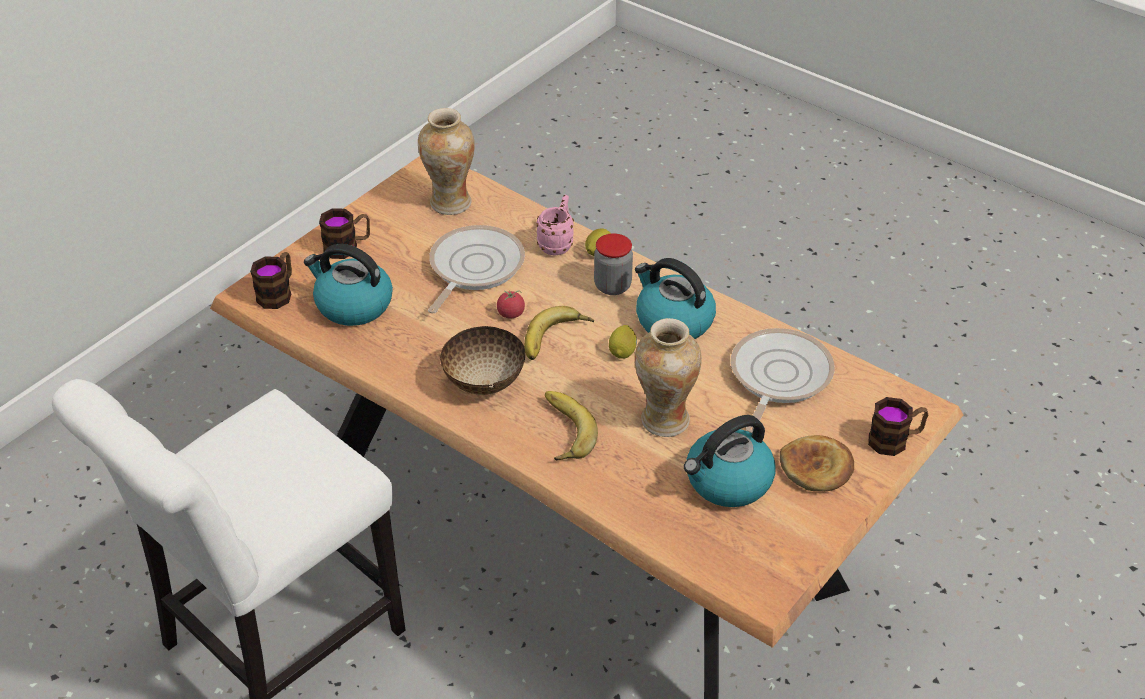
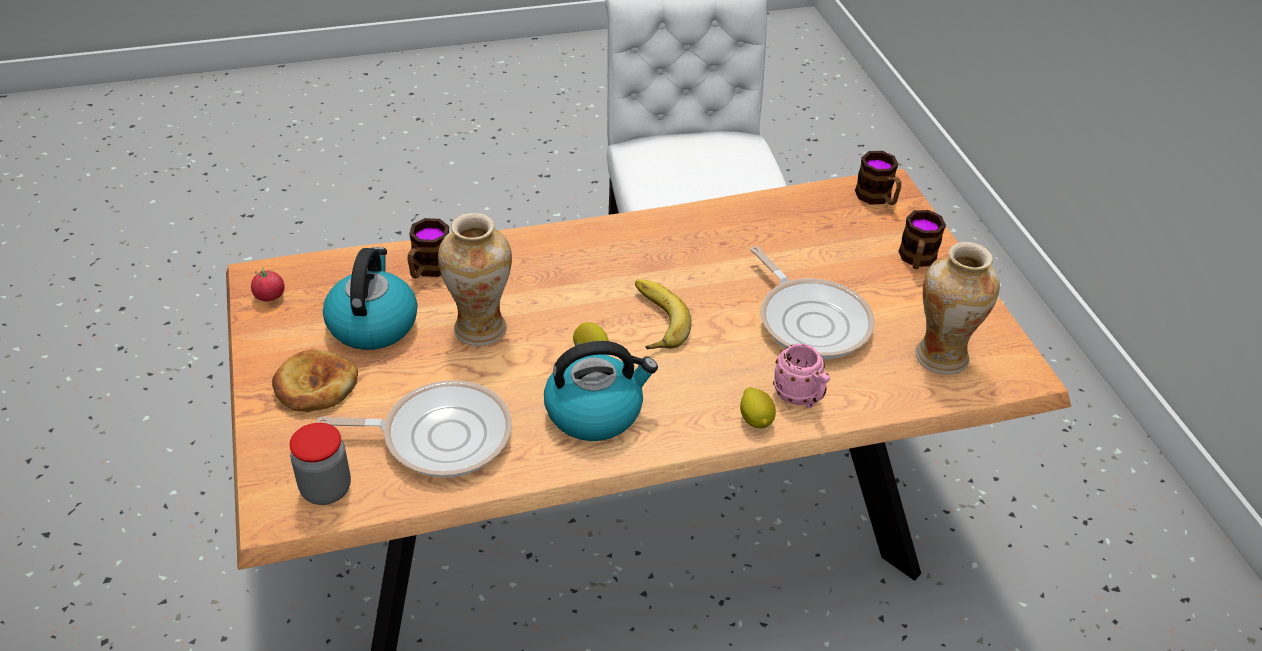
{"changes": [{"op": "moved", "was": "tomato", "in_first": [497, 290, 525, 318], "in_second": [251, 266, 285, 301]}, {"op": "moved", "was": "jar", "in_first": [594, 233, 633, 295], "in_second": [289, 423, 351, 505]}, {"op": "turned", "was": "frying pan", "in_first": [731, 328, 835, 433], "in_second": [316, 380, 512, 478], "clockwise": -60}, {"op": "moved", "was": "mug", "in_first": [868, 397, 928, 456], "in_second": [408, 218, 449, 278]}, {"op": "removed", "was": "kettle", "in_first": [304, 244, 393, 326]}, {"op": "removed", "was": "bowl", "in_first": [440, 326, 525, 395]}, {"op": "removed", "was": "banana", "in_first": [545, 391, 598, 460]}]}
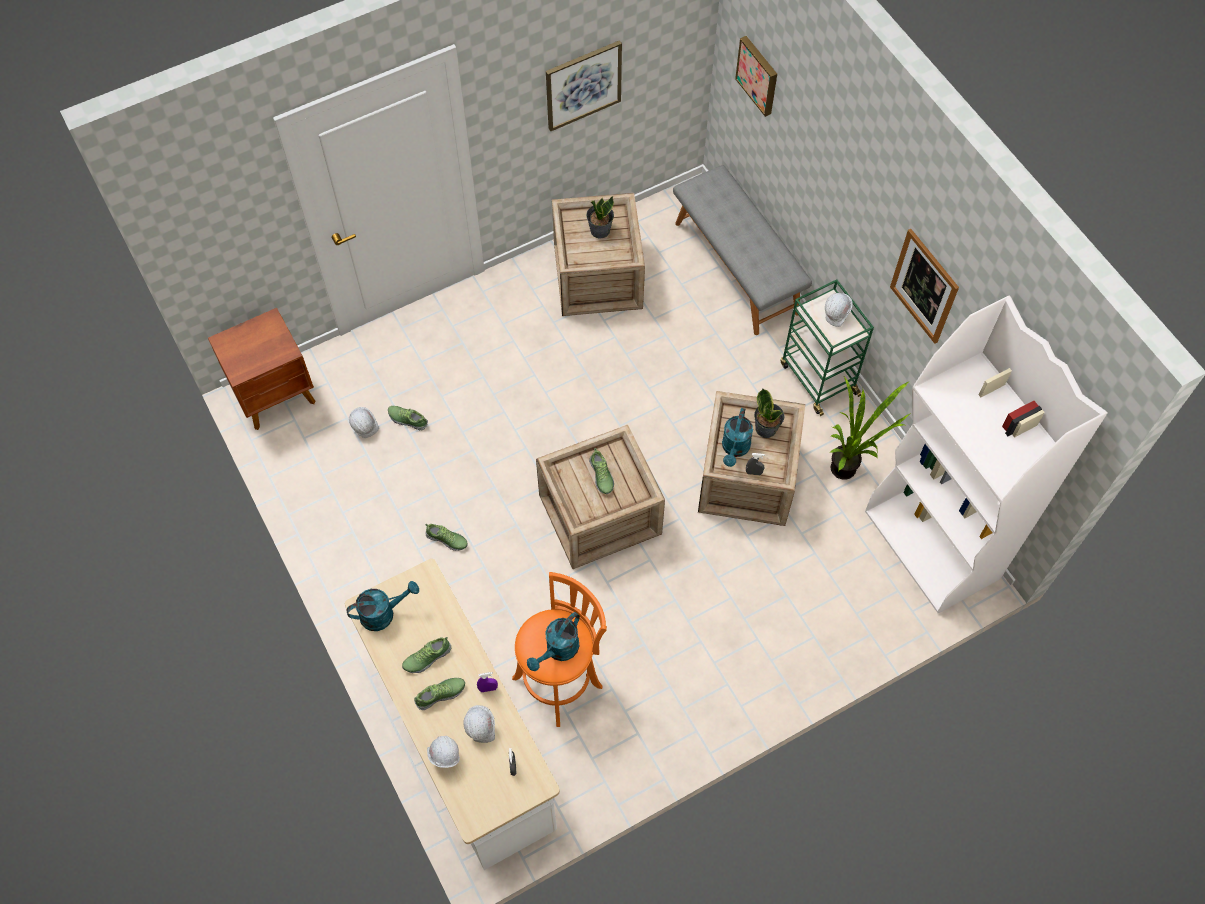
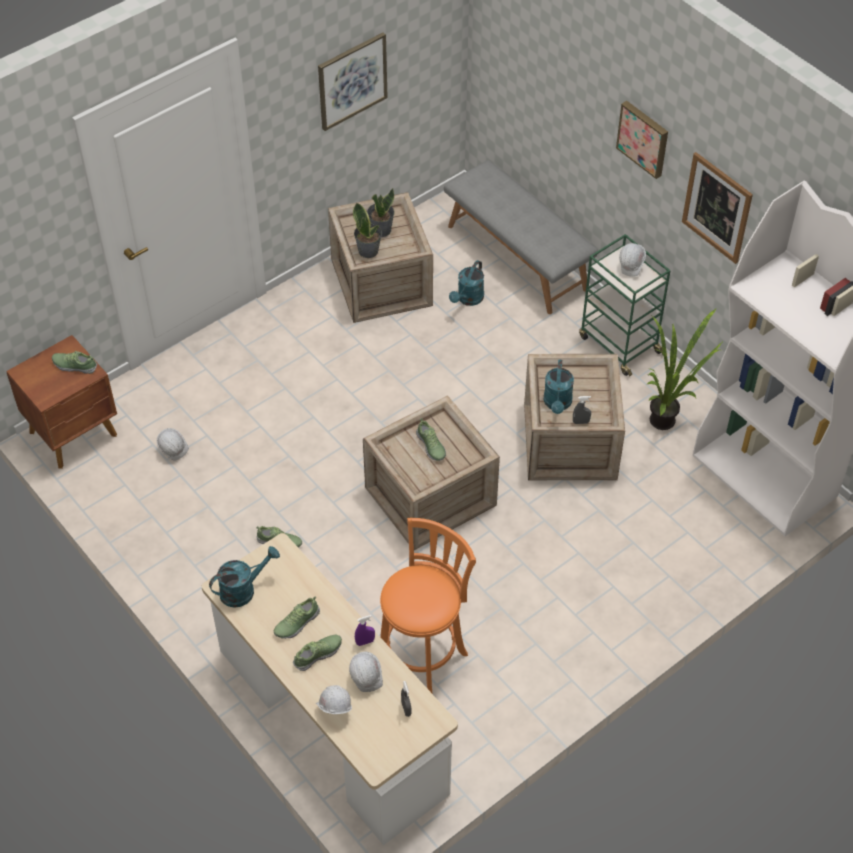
{"changes": [{"op": "moved", "was": "shoe", "in_first": [388, 406, 428, 430], "in_second": [52, 351, 97, 374]}, {"op": "moved", "was": "potted plant", "in_first": [754, 389, 784, 438], "in_second": [353, 202, 382, 258]}, {"op": "moved", "was": "turquoise watering can", "in_first": [527, 612, 580, 671], "in_second": [449, 260, 484, 306]}, {"op": "moved", "was": "picture", "in_first": [735, 36, 777, 117], "in_second": [616, 101, 668, 179]}]}
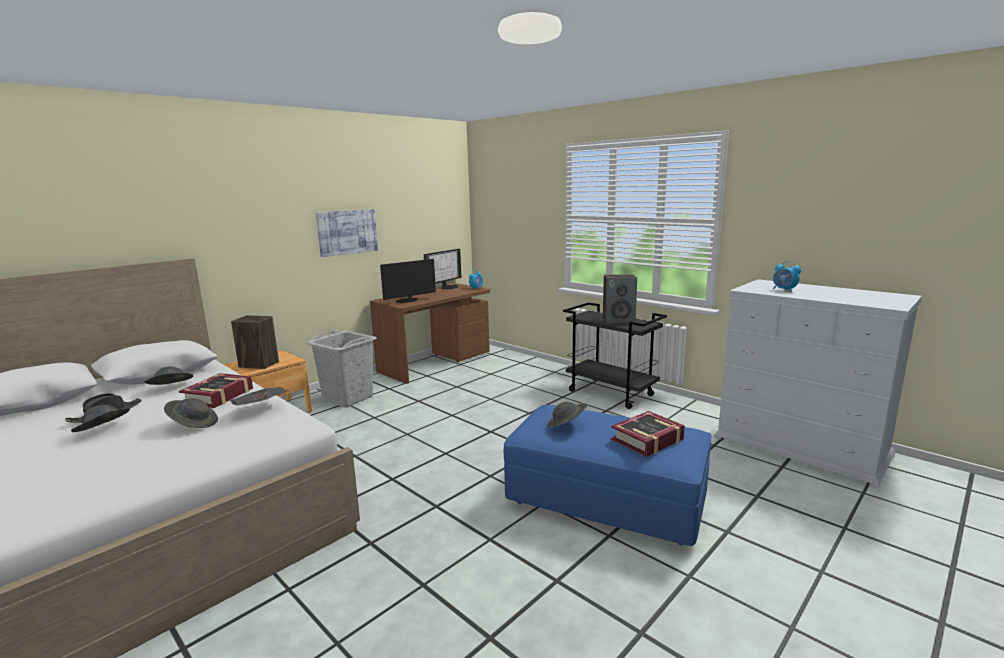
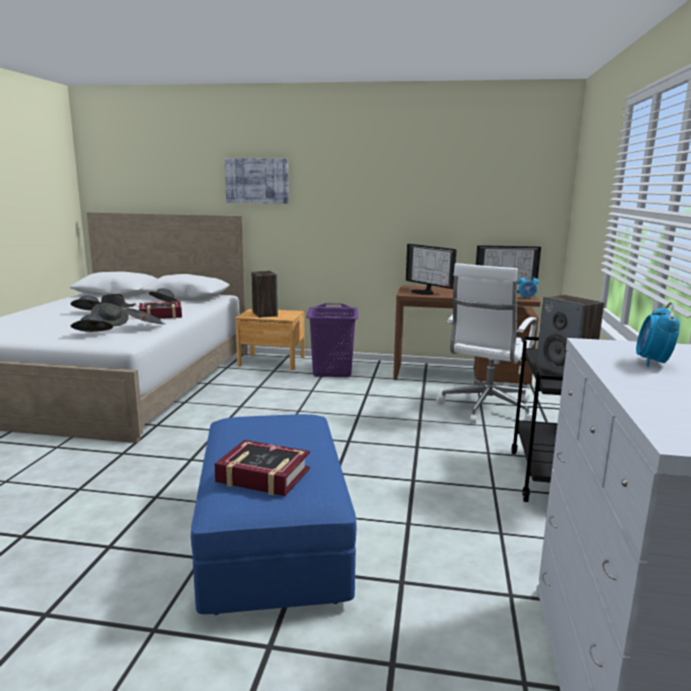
{"changes": [{"op": "moved", "was": "grey hat", "in_first": [547, 402, 587, 428], "in_second": [71, 314, 113, 332]}, {"op": "moved", "was": "picture", "in_first": [316, 209, 378, 257], "in_second": [225, 158, 289, 204]}, {"op": "recoloured", "was": "grey laundry basket", "now": "purple laundry basket", "in_first": [307, 330, 377, 407], "in_second": [306, 303, 358, 377]}, {"op": "turned", "was": "monitor", "in_first": [380, 259, 436, 303], "in_second": [406, 244, 457, 295], "clockwise": -150}, {"op": "added", "now": "white office chair", "in_second": [436, 263, 537, 424]}]}
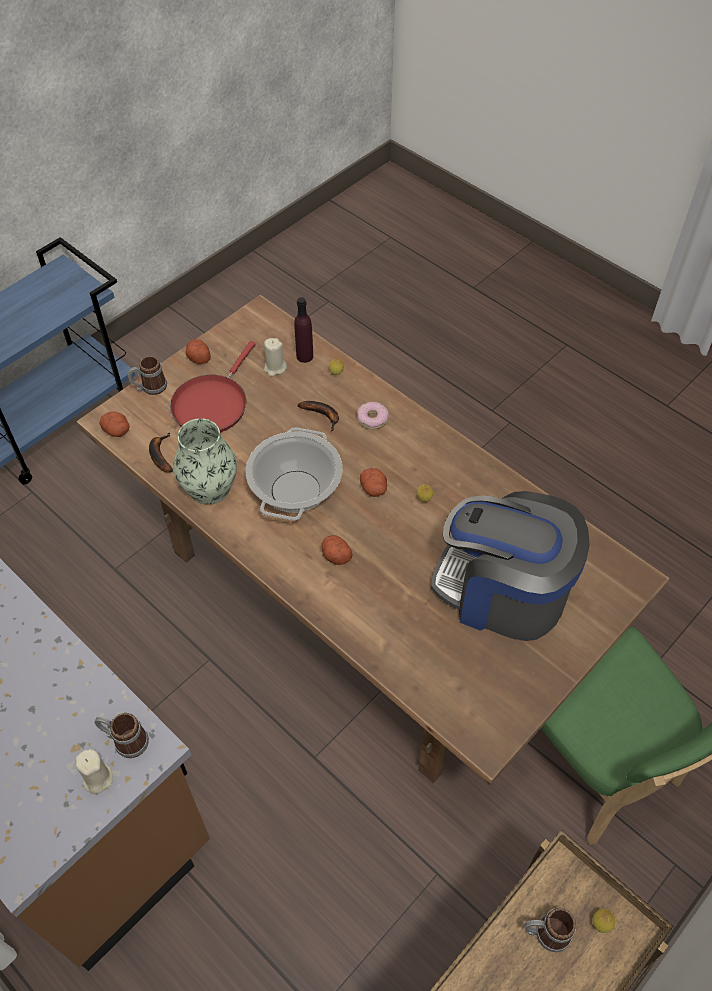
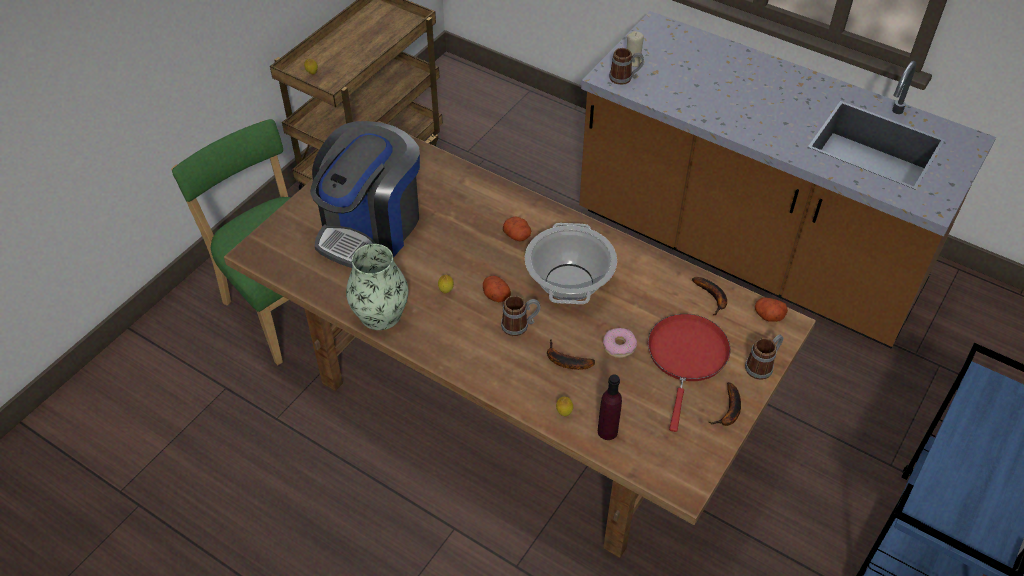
{"changes": [{"op": "turned", "was": "coffee machine", "in_first": [431, 491, 590, 641], "in_second": [310, 121, 420, 268], "clockwise": 105}, {"op": "moved", "was": "vase", "in_first": [173, 418, 237, 505], "in_second": [346, 244, 408, 330]}, {"op": "moved", "was": "mug", "in_first": [524, 908, 576, 952], "in_second": [501, 295, 540, 336]}, {"op": "moved", "was": "donut", "in_first": [357, 402, 389, 429], "in_second": [603, 328, 637, 358]}, {"op": "replaced", "was": "potato", "now": "banana", "in_first": [186, 339, 211, 364], "in_second": [708, 382, 741, 426]}, {"op": "removed", "was": "beige candle", "in_first": [264, 338, 287, 377]}]}
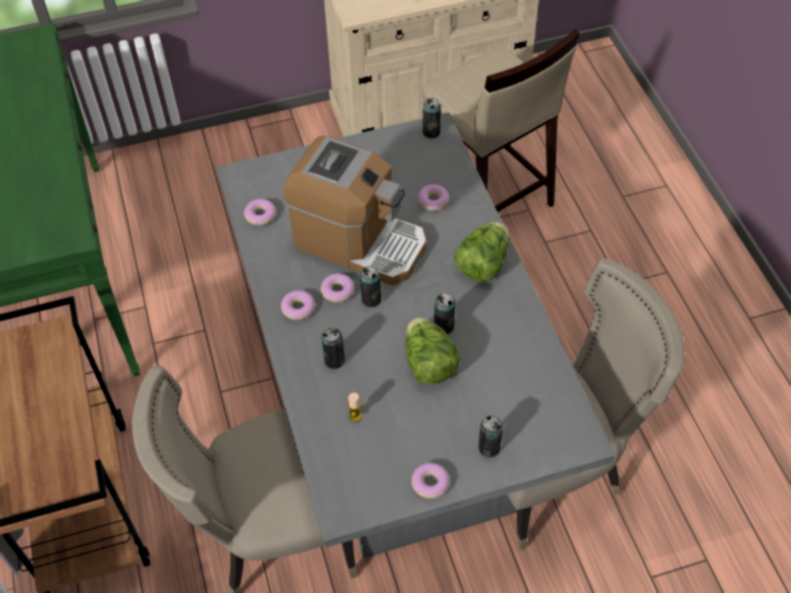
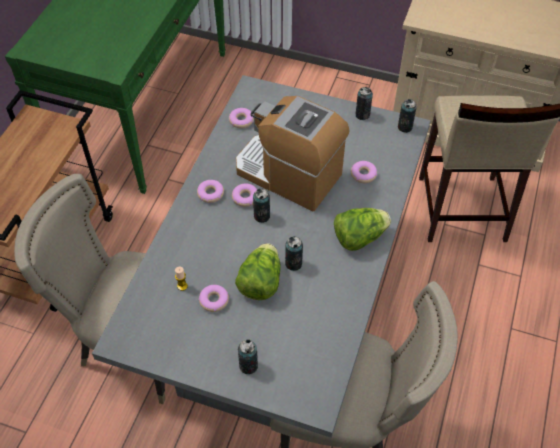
{"changes": [{"op": "moved", "was": "donut", "in_first": [411, 463, 450, 499], "in_second": [199, 285, 229, 312]}, {"op": "turned", "was": "coffee machine", "in_first": [283, 136, 427, 286], "in_second": [236, 96, 349, 211], "clockwise": 150}, {"op": "moved", "was": "can", "in_first": [321, 327, 345, 369], "in_second": [355, 87, 373, 120]}]}
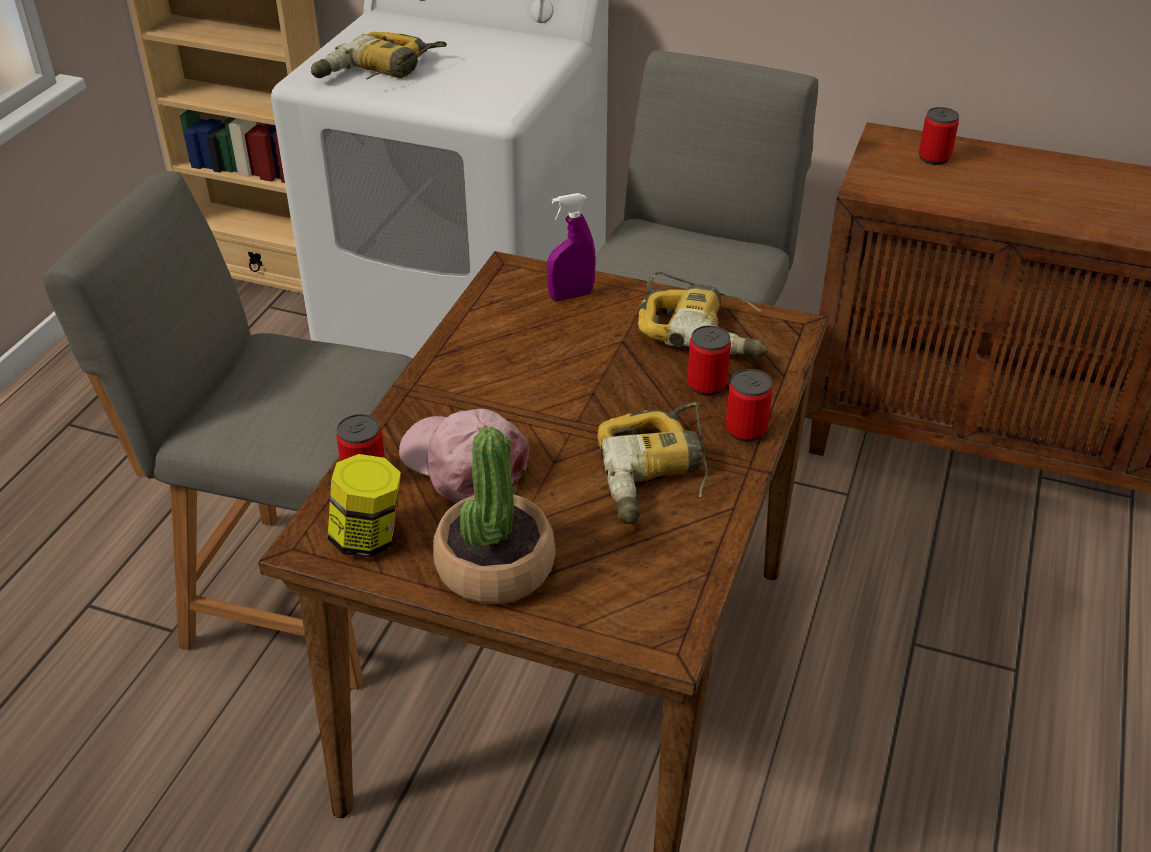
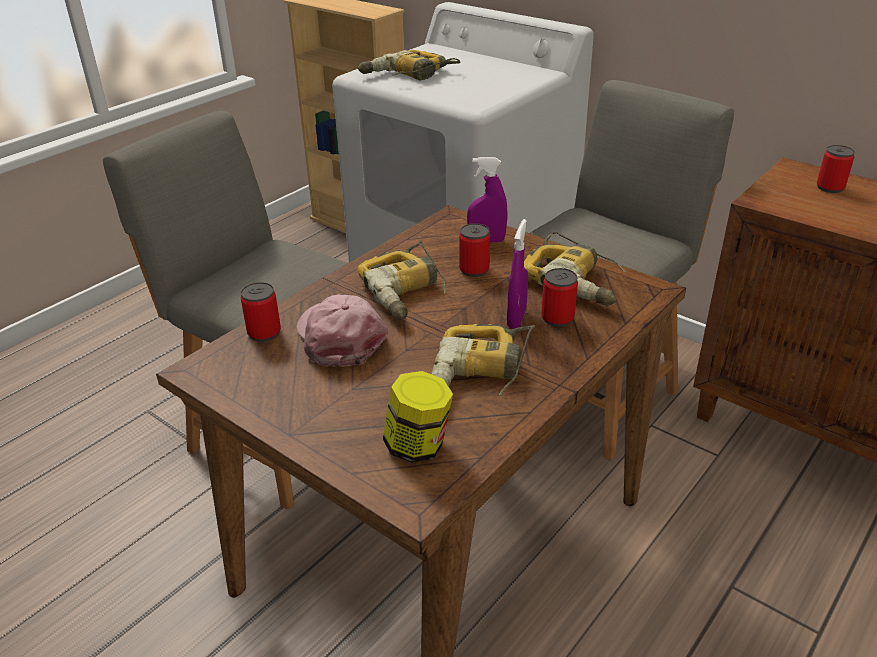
{"changes": [{"op": "added", "now": "power drill", "in_second": [358, 241, 446, 320]}, {"op": "moved", "was": "jar", "in_first": [328, 454, 401, 558], "in_second": [383, 371, 453, 463]}, {"op": "moved", "was": "can", "in_first": [726, 369, 773, 442], "in_second": [459, 223, 490, 277]}, {"op": "added", "now": "purple spray bottle", "in_second": [507, 219, 528, 329]}, {"op": "removed", "was": "potted plant", "in_first": [433, 427, 556, 604]}]}
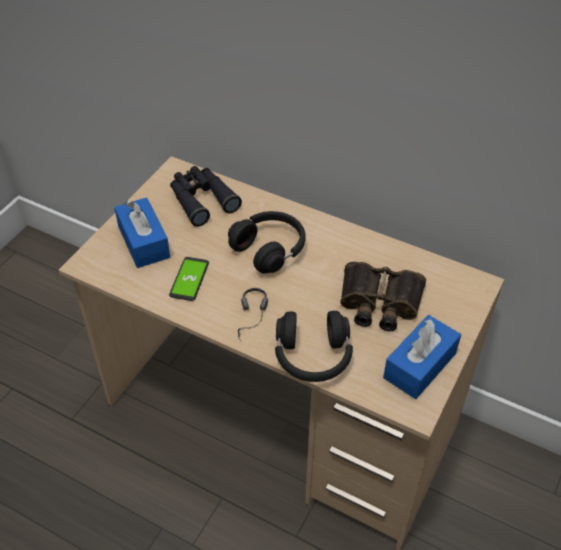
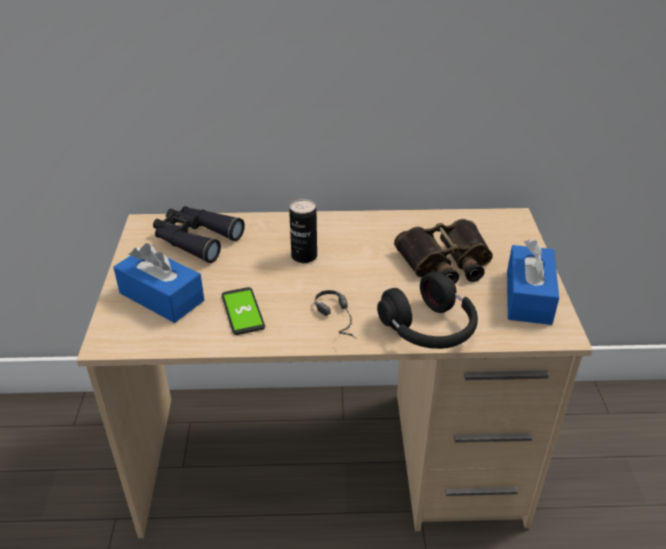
{"changes": [{"op": "replaced", "was": "black headphones", "now": "can", "in_first": [228, 211, 306, 274], "in_second": [289, 199, 317, 263]}]}
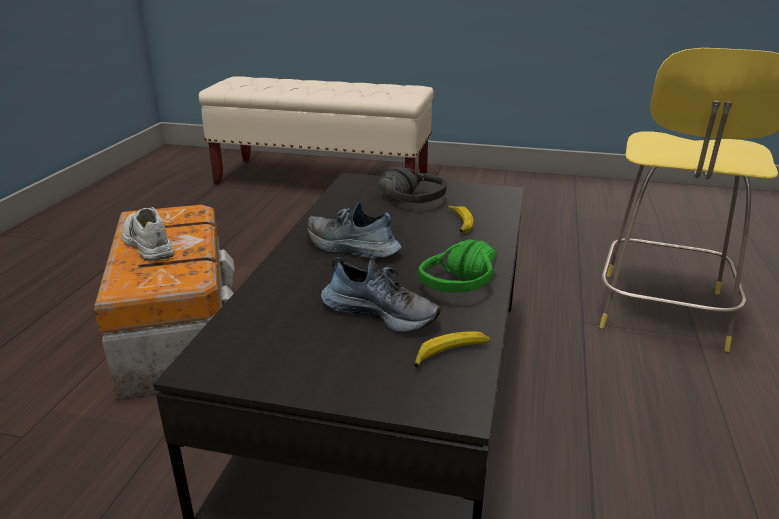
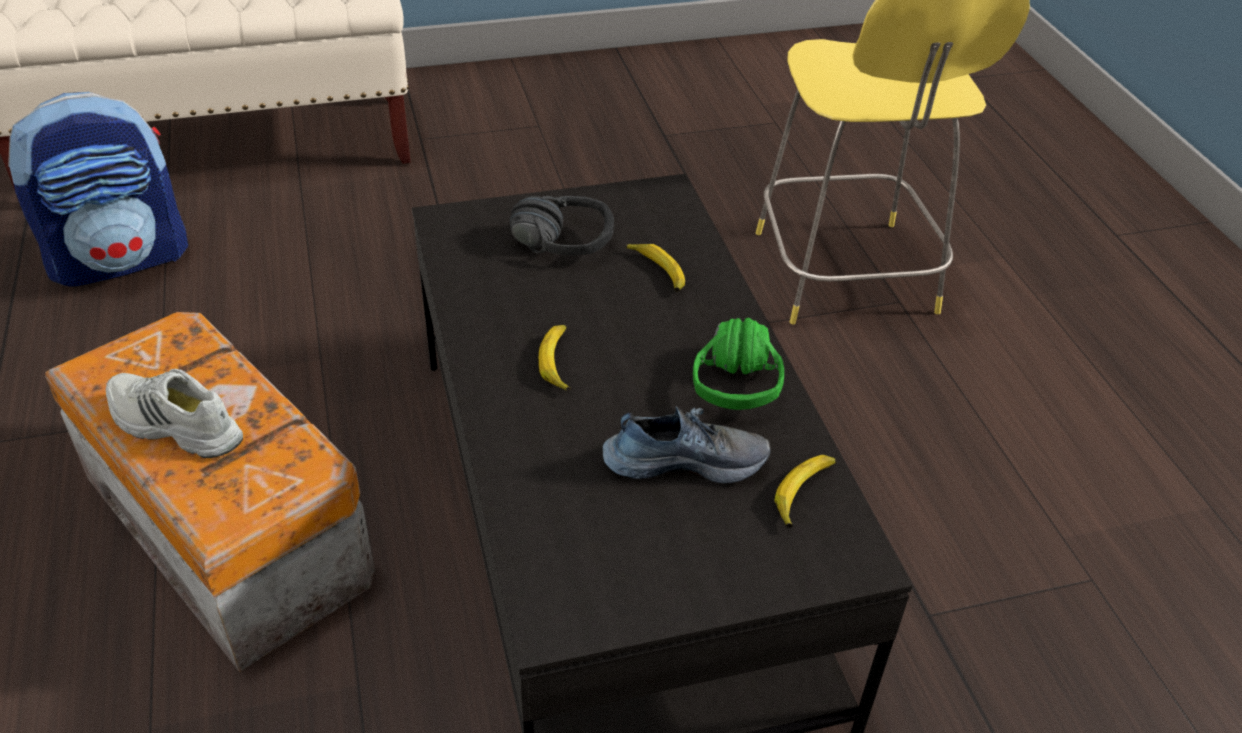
{"changes": [{"op": "added", "now": "backpack", "in_second": [8, 92, 188, 287]}, {"op": "replaced", "was": "shoe", "now": "banana", "in_first": [306, 202, 402, 259], "in_second": [539, 325, 571, 391]}]}
